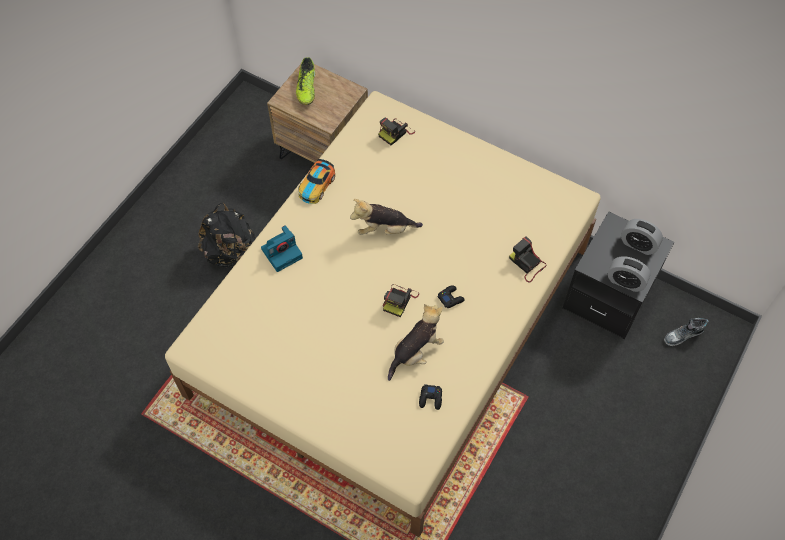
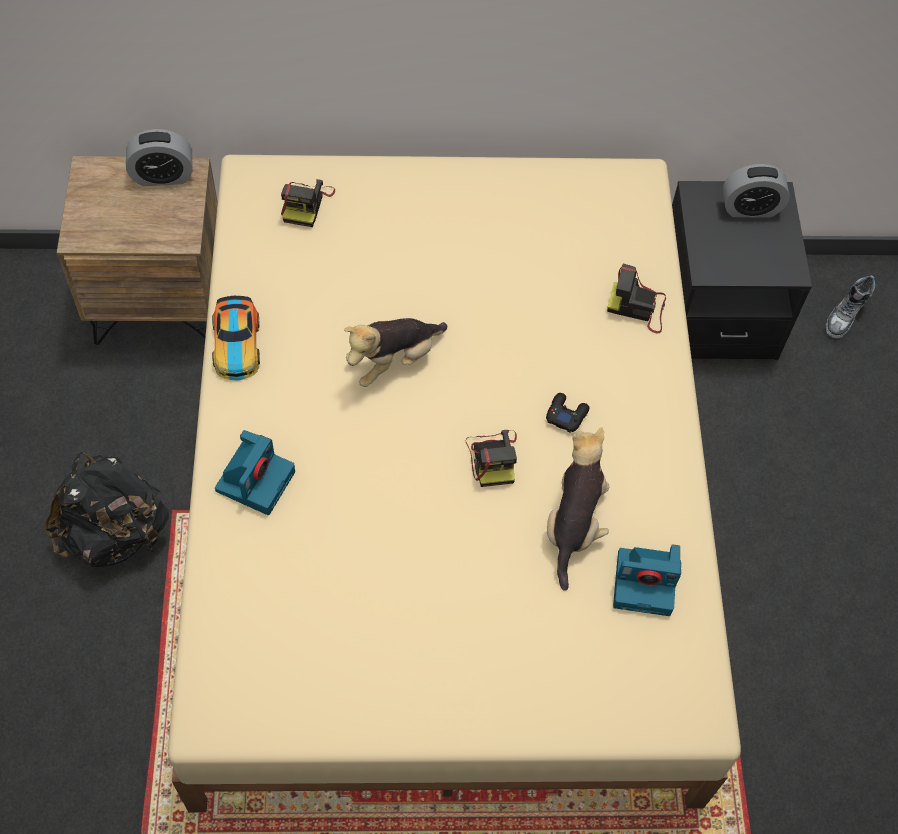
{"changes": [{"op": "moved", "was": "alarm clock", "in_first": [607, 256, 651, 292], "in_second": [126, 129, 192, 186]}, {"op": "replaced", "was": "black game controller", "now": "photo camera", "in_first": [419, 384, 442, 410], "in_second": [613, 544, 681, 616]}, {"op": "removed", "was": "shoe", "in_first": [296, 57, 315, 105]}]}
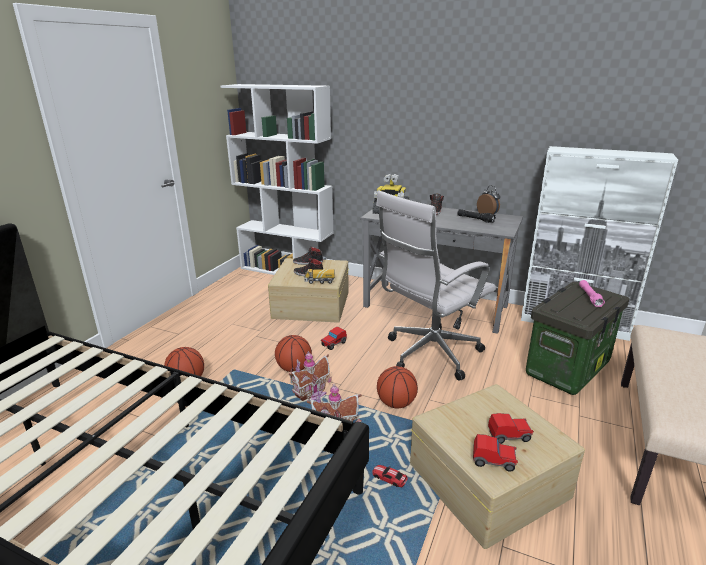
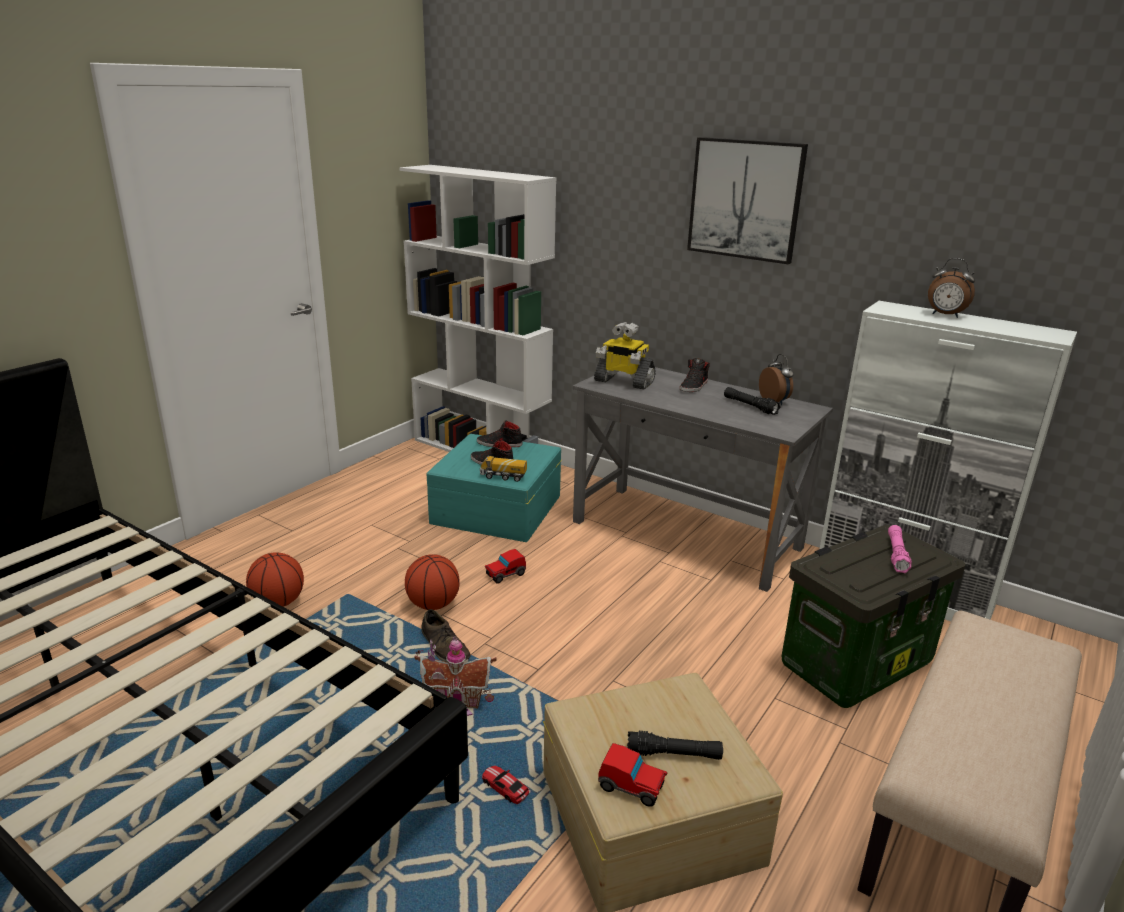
{"changes": [{"op": "replaced", "was": "toy house", "now": "brown shoe", "in_first": [289, 351, 332, 401], "in_second": [421, 609, 471, 662]}, {"op": "recoloured", "was": "beige storage box", "now": "turquoise storage box", "in_first": [268, 258, 349, 323], "in_second": [426, 434, 562, 542]}, {"op": "replaced", "was": "toy car", "now": "black flashlight", "in_first": [488, 413, 534, 444], "in_second": [627, 731, 723, 760]}, {"op": "added", "now": "picture", "in_second": [687, 137, 808, 264]}, {"op": "added", "now": "alarm clock", "in_second": [928, 258, 975, 318]}, {"op": "removed", "was": "white office chair", "in_first": [376, 191, 496, 381]}, {"op": "removed", "was": "basketball", "in_first": [377, 366, 418, 408]}]}
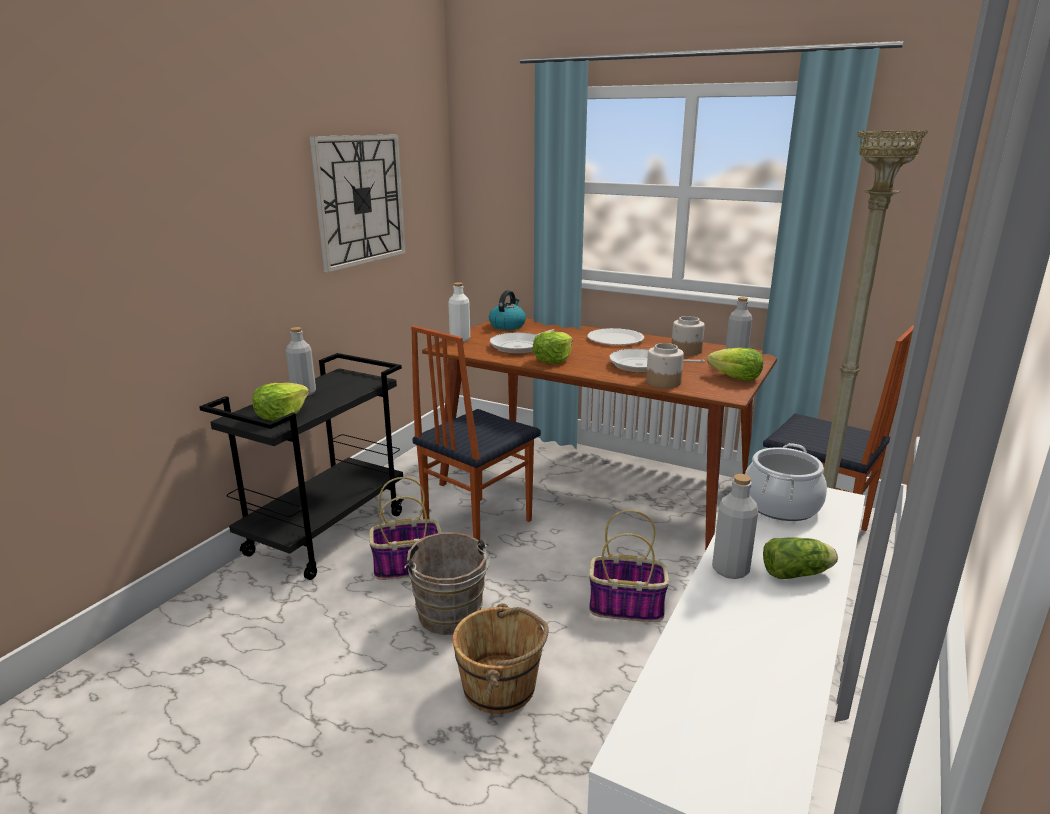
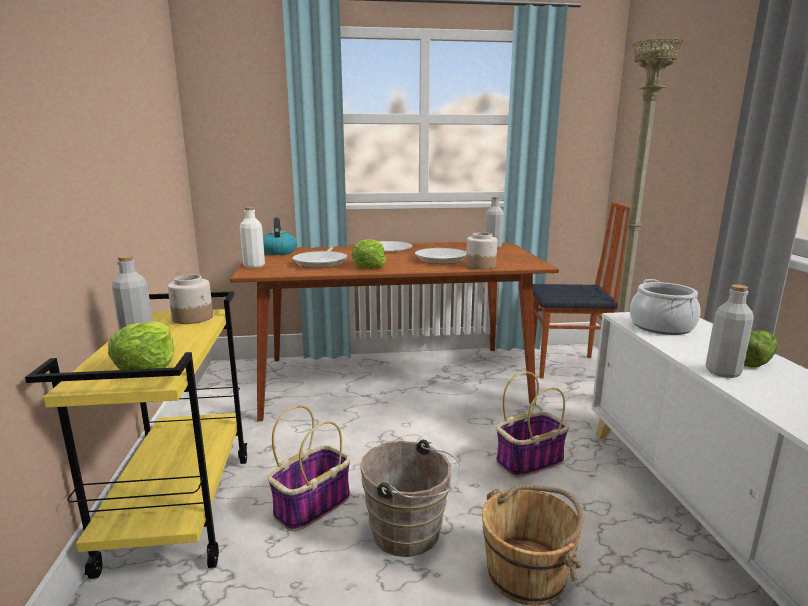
{"changes": [{"op": "recoloured", "was": "black cart", "now": "yellow cart", "in_first": [199, 353, 404, 580], "in_second": [25, 291, 247, 579]}, {"op": "moved", "was": "jar", "in_first": [672, 316, 705, 355], "in_second": [168, 275, 213, 324]}, {"op": "removed", "was": "wall clock", "in_first": [310, 135, 406, 272]}, {"op": "removed", "was": "chair", "in_first": [411, 325, 541, 540]}, {"op": "removed", "was": "lettuce", "in_first": [707, 347, 763, 381]}]}
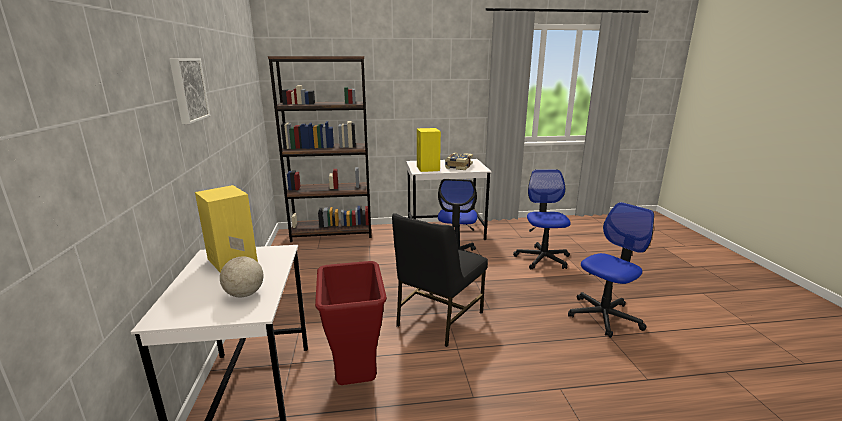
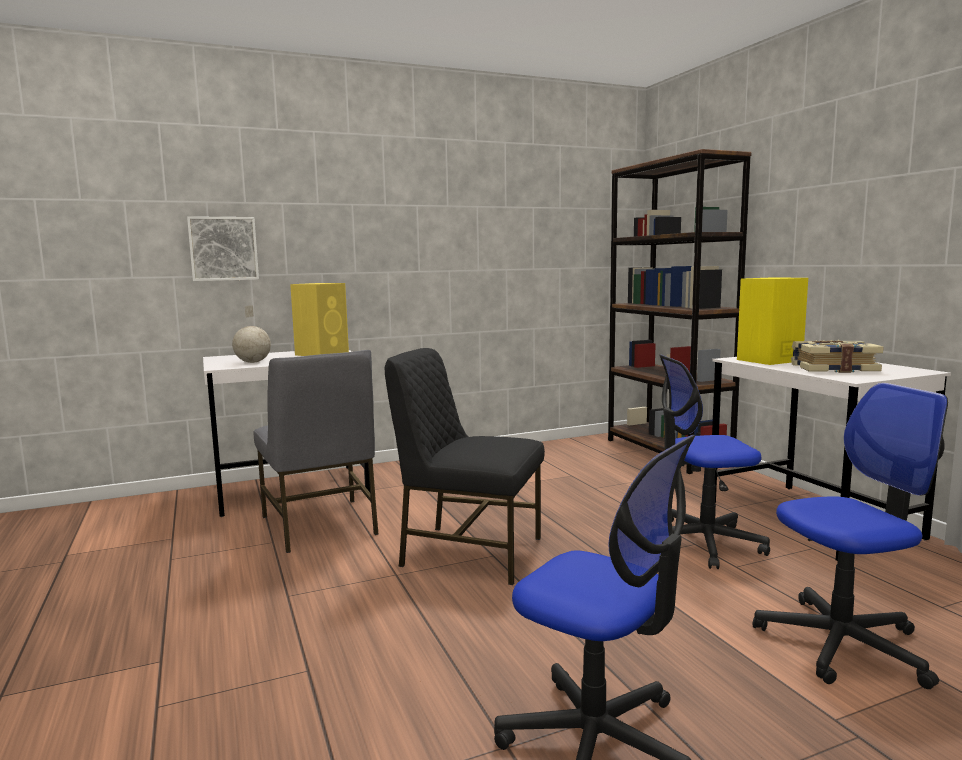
{"changes": [{"op": "moved", "was": "picture", "in_first": [169, 59, 210, 124], "in_second": [187, 216, 259, 281]}, {"op": "replaced", "was": "red trash can", "now": "grey chair", "in_first": [315, 261, 387, 385], "in_second": [254, 350, 378, 553]}]}
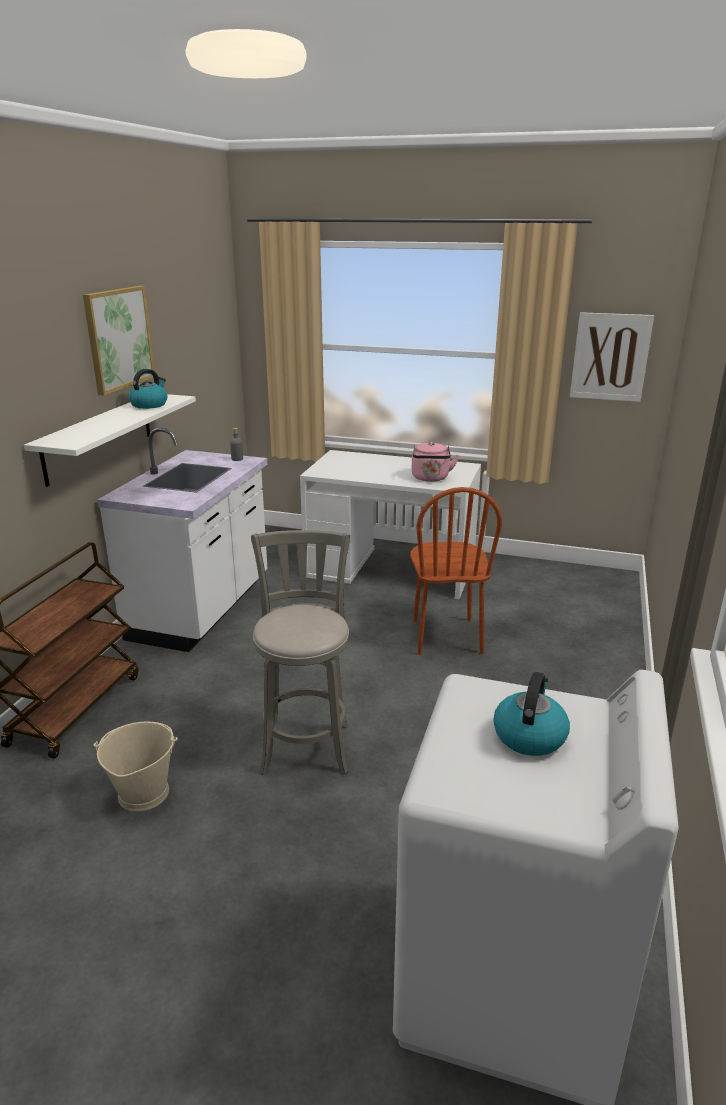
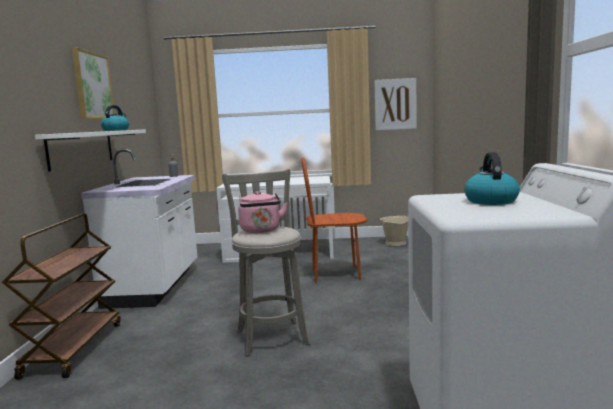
{"changes": [{"op": "moved", "was": "pink kettle", "in_first": [412, 442, 459, 482], "in_second": [238, 191, 287, 233]}, {"op": "turned", "was": "brown chair", "in_first": [410, 487, 502, 655], "in_second": [301, 158, 367, 283], "clockwise": 105}, {"op": "moved", "was": "beige bucket", "in_first": [94, 722, 178, 812], "in_second": [380, 215, 408, 246]}]}
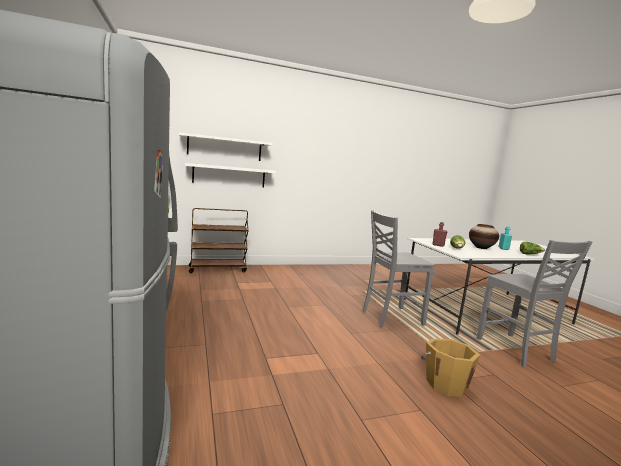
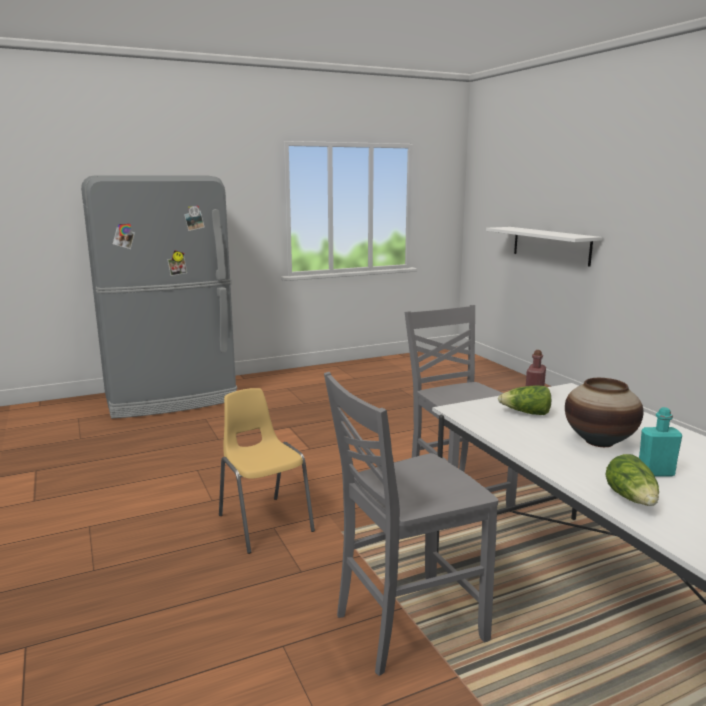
{"changes": [{"op": "replaced", "was": "orange bucket", "now": "yellow chair", "in_first": [421, 339, 480, 397], "in_second": [219, 388, 315, 554]}, {"op": "removed", "was": "white shelf", "in_first": [179, 133, 273, 161]}, {"op": "removed", "was": "brown cart", "in_first": [189, 208, 249, 273]}]}
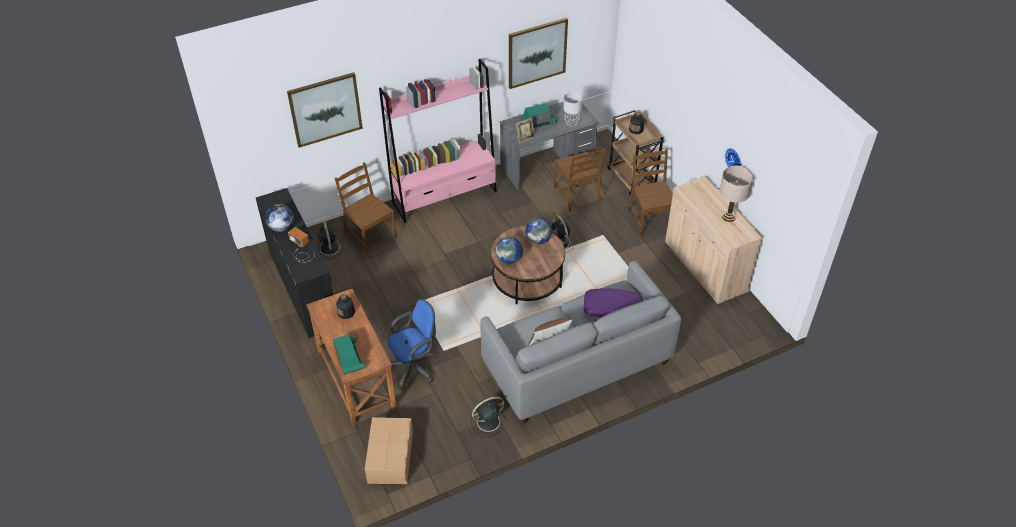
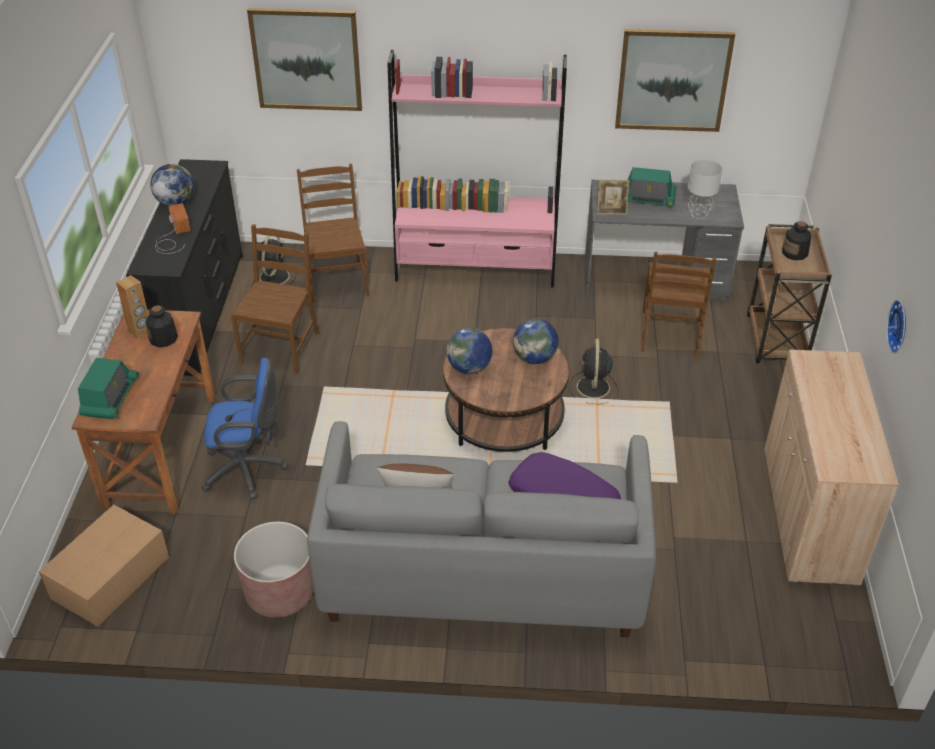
{"changes": [{"op": "added", "now": "brown speaker", "in_second": [116, 275, 149, 339]}, {"op": "moved", "was": "brown chair", "in_first": [627, 149, 673, 237], "in_second": [231, 224, 319, 374]}, {"op": "replaced", "was": "black fan", "now": "brown planter", "in_first": [471, 397, 507, 438], "in_second": [234, 522, 314, 618]}, {"op": "removed", "was": "beige table lamp", "in_first": [719, 166, 754, 222]}]}
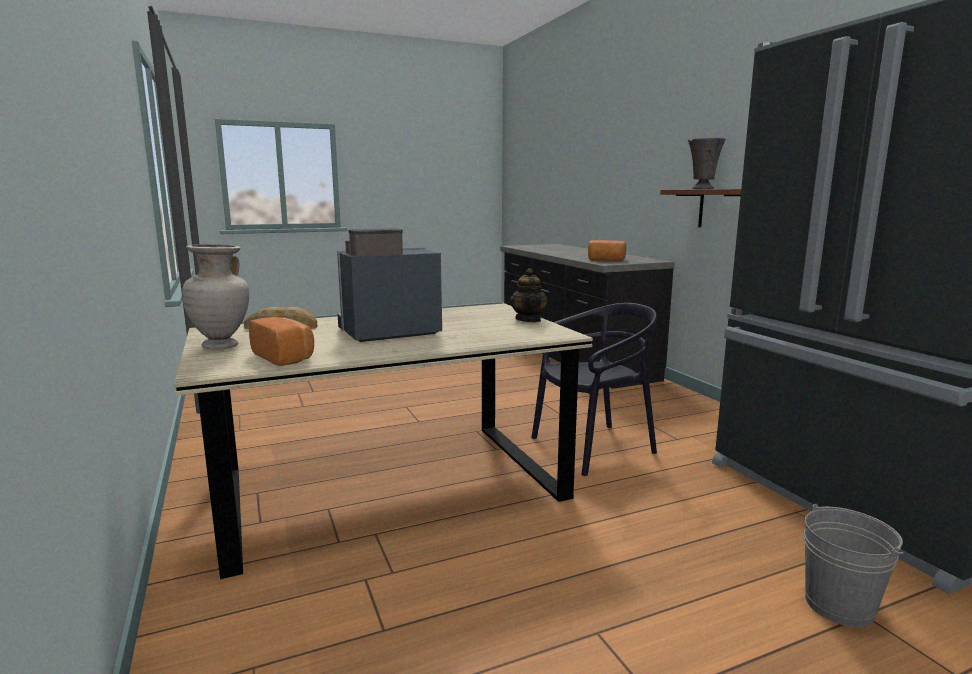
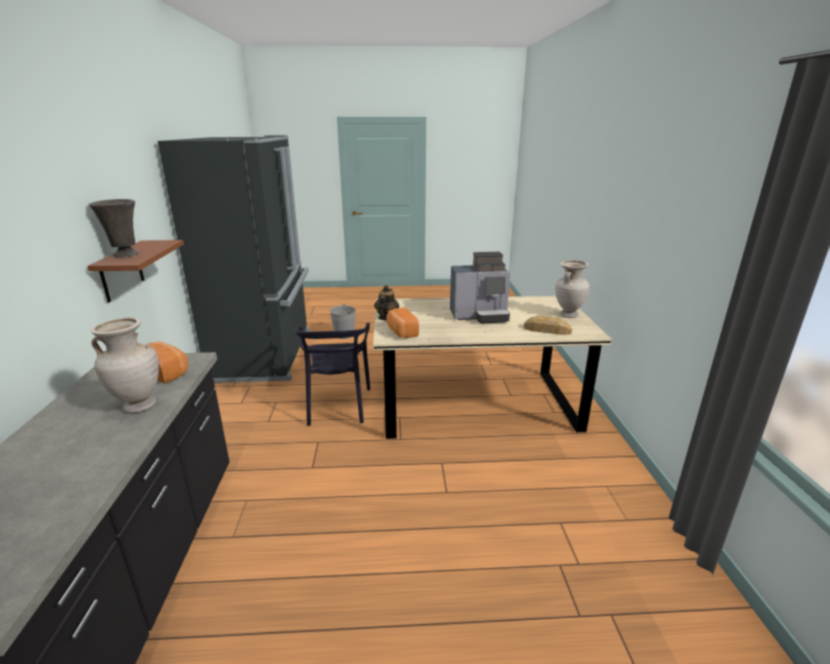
{"changes": [{"op": "added", "now": "beige vase", "in_second": [90, 317, 159, 413]}, {"op": "turned", "was": "black chair", "in_first": [531, 303, 657, 476], "in_second": [295, 323, 370, 426], "clockwise": -90}, {"op": "moved", "was": "bread", "in_first": [249, 317, 314, 366], "in_second": [386, 308, 419, 338]}]}
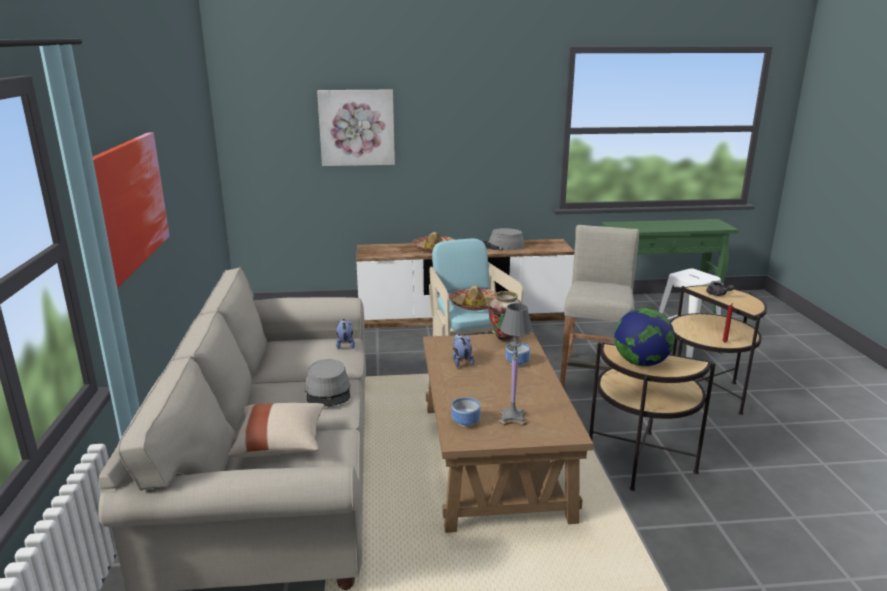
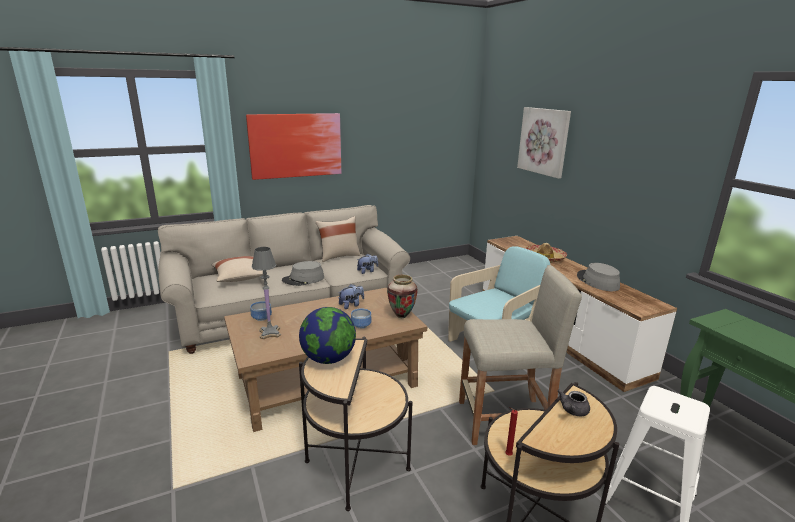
{"changes": [{"op": "added", "now": "beige pillow", "in_second": [315, 216, 361, 262]}, {"op": "removed", "was": "hat", "in_first": [449, 286, 496, 311]}]}
